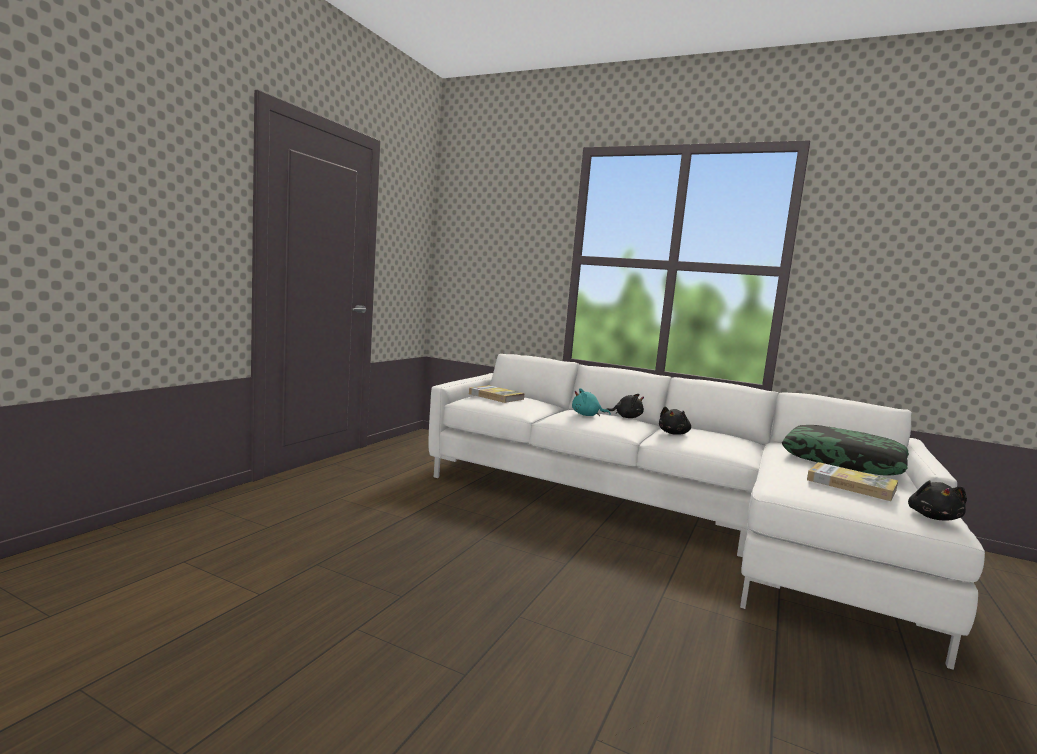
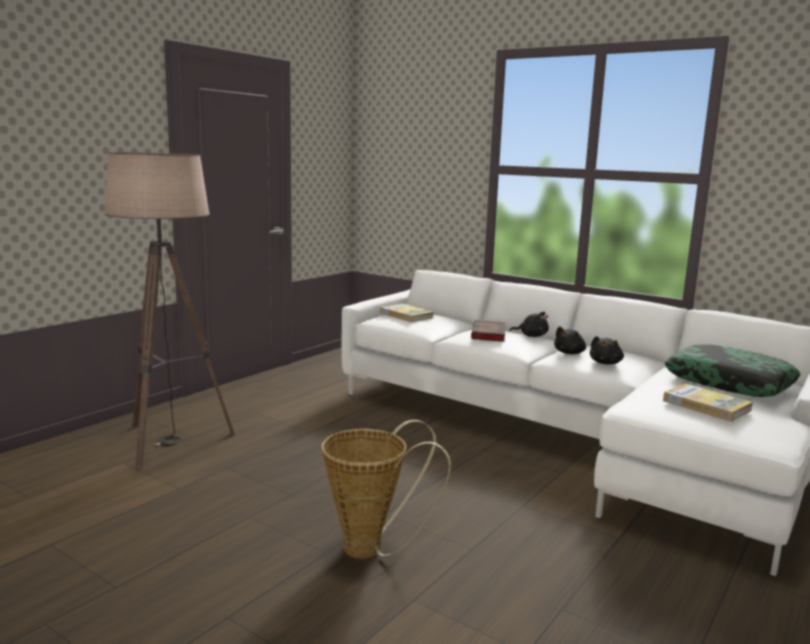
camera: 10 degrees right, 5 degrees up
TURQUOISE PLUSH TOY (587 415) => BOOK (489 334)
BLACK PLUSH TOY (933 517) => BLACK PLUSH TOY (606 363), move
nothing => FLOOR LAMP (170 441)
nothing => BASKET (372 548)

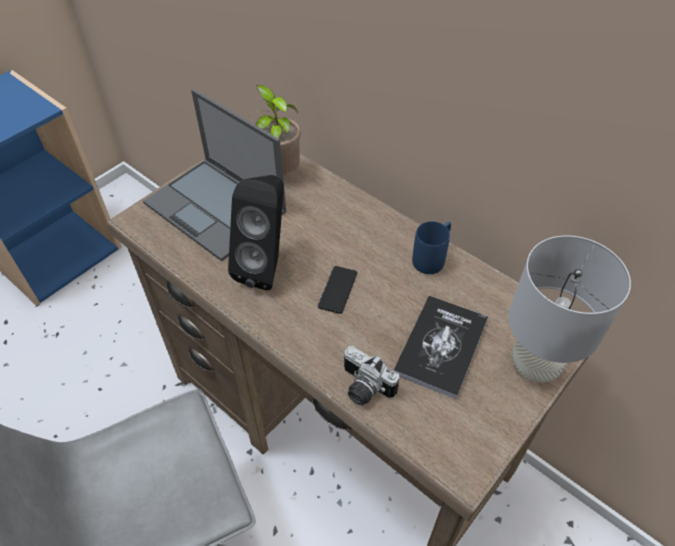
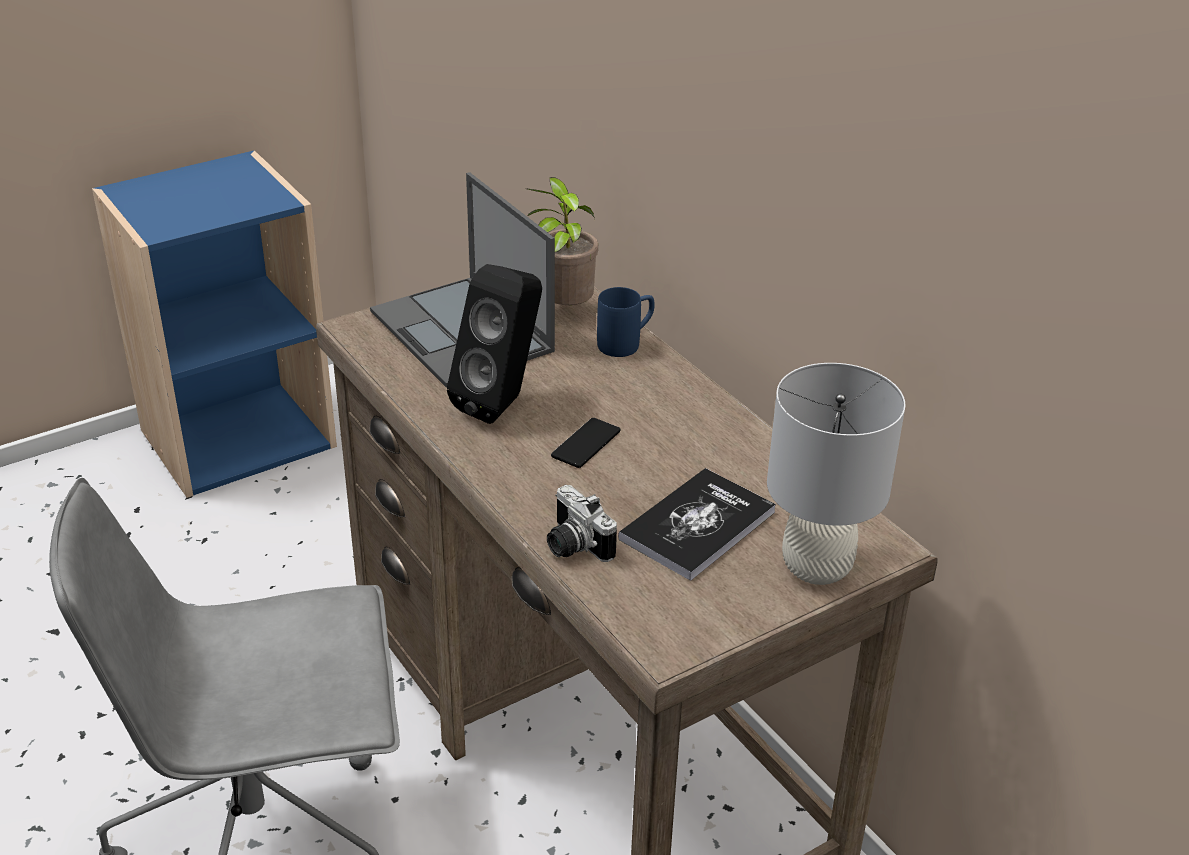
camera: 15 degrees right, 15 degrees down
BLUE MUG (432 257) => BLUE MUG (626 343), move

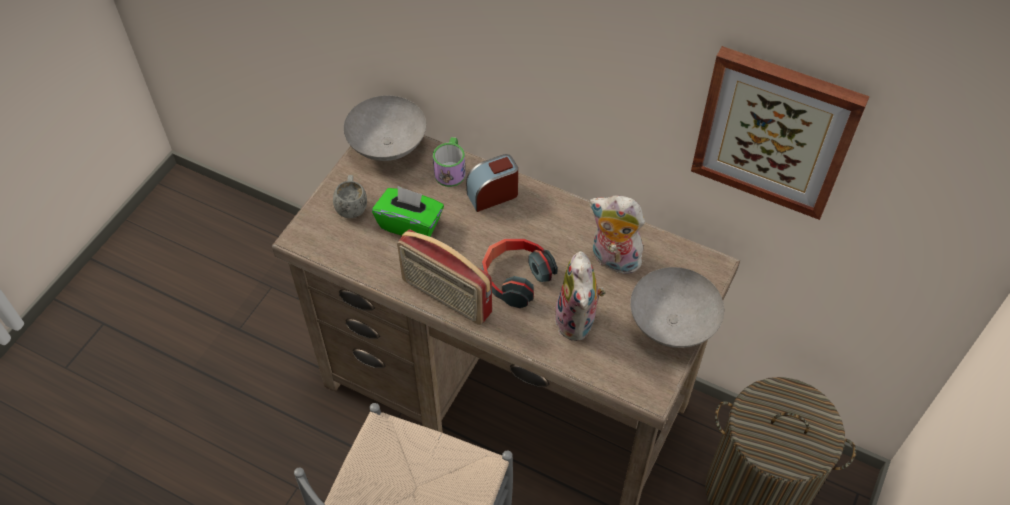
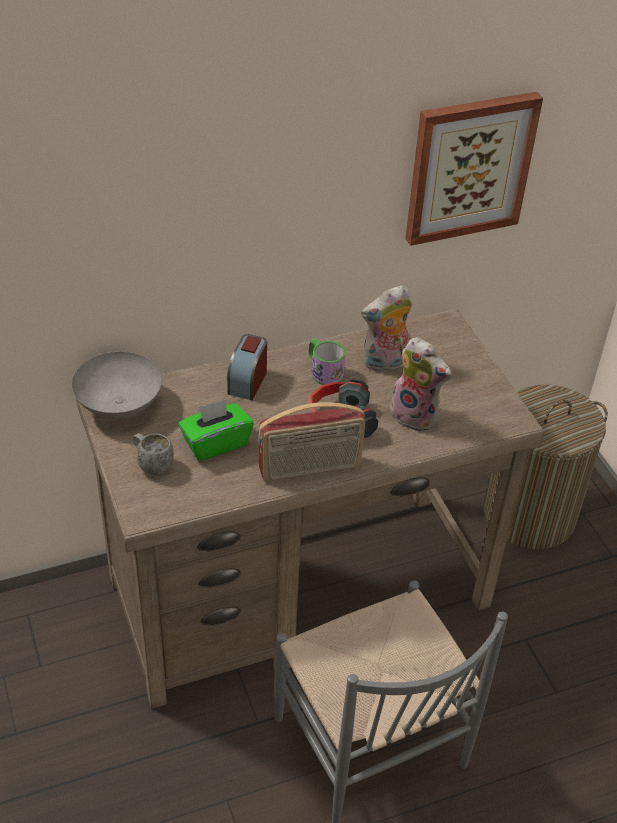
camera: 50 degrees left, 10 degrees down
MUG (451 169) => MUG (323 371), move
GREY BOWL (671 324) => nothing

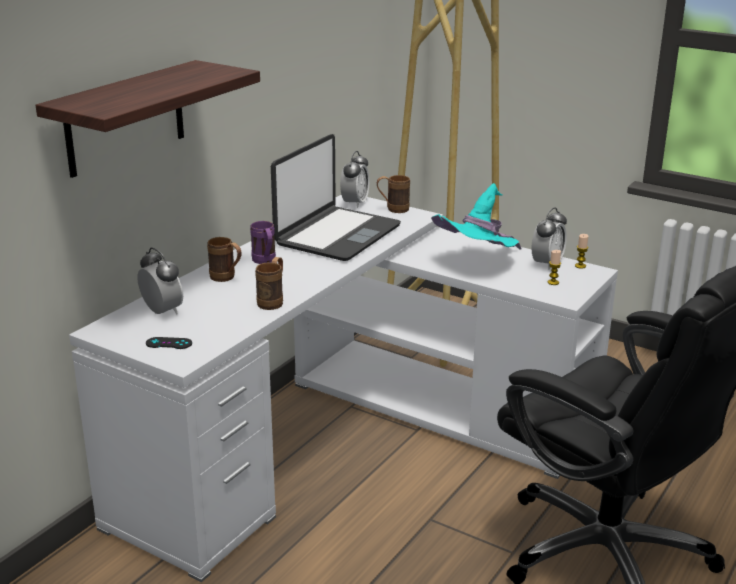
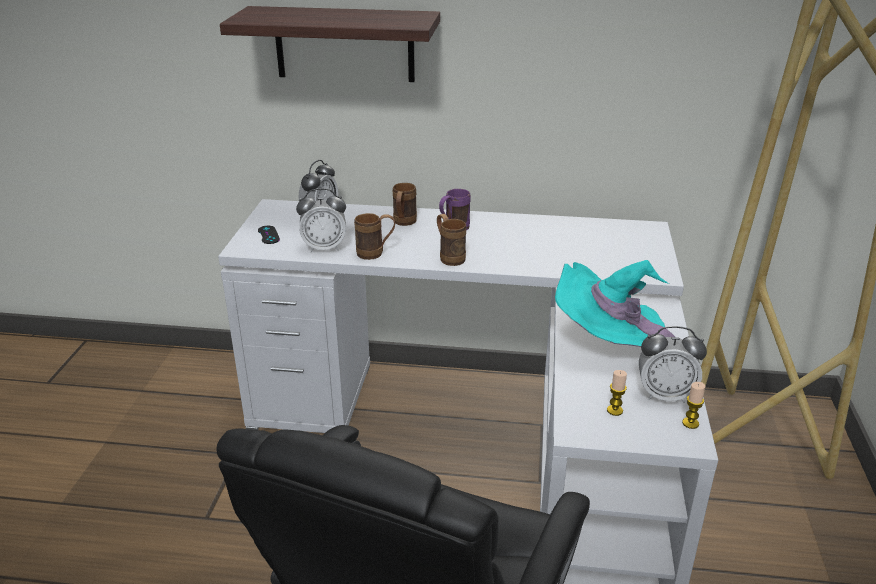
camera: 65 degrees right, 5 degrees up
LAPTOP (336 235) => nothing
ALARM CLOCK (355 203) => ALARM CLOCK (324 248), move
BROWN MUG (392 209) => BROWN MUG (449 257), move

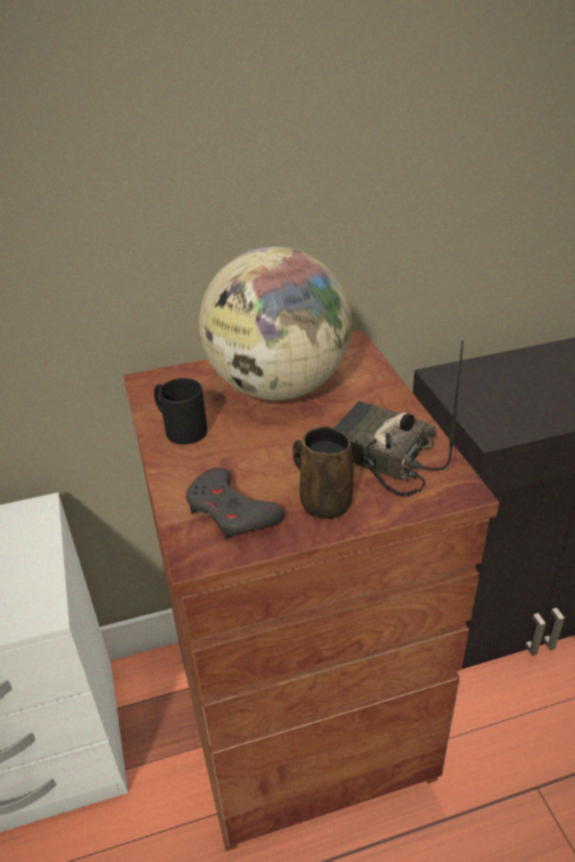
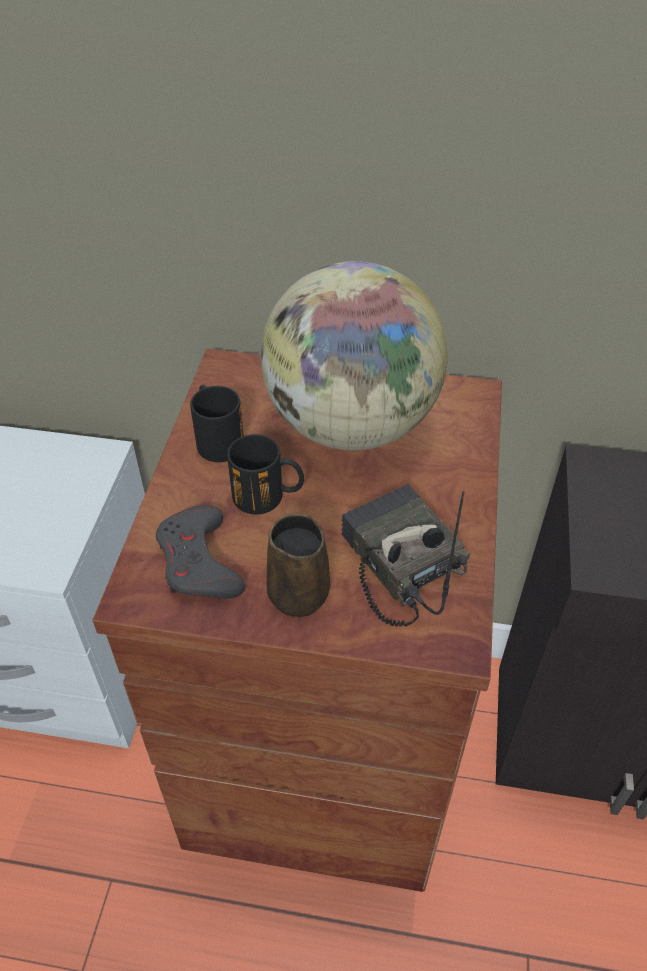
camera: 25 degrees right, 10 degrees up
nothing => BLACK MUG (268 496)

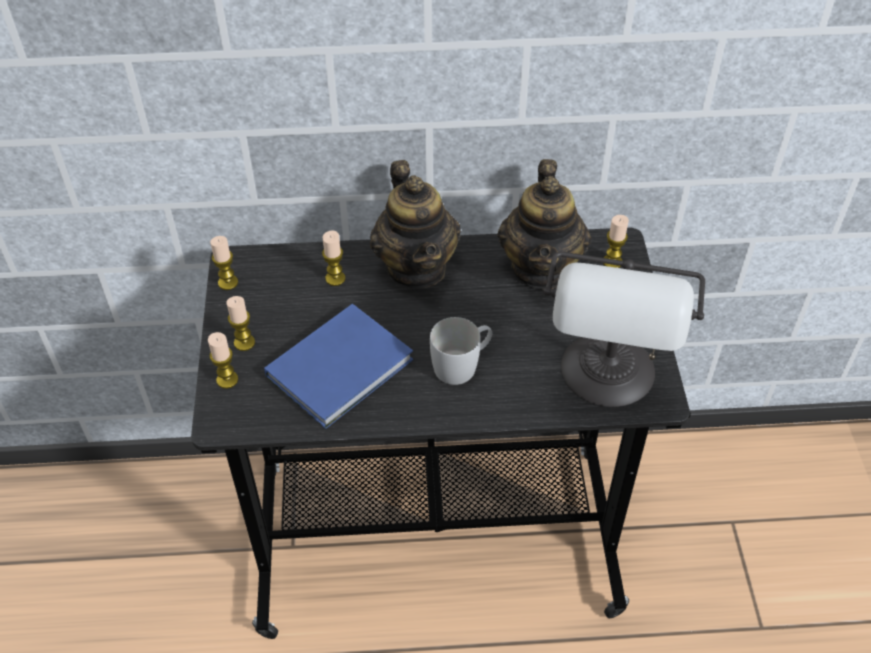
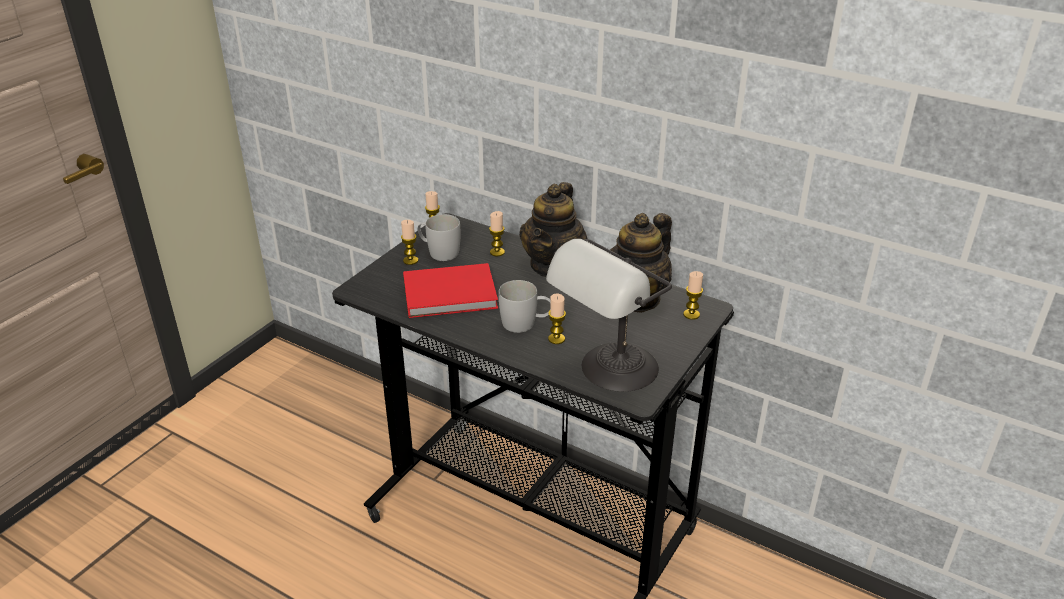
camera: 35 degrees right, 15 degrees down
CANDLE (227 380) => CANDLE (556 339), move
BLUE BOOK (344 367) => RED BOOK (452 295)
nothing => WHITE MUG (439 252)

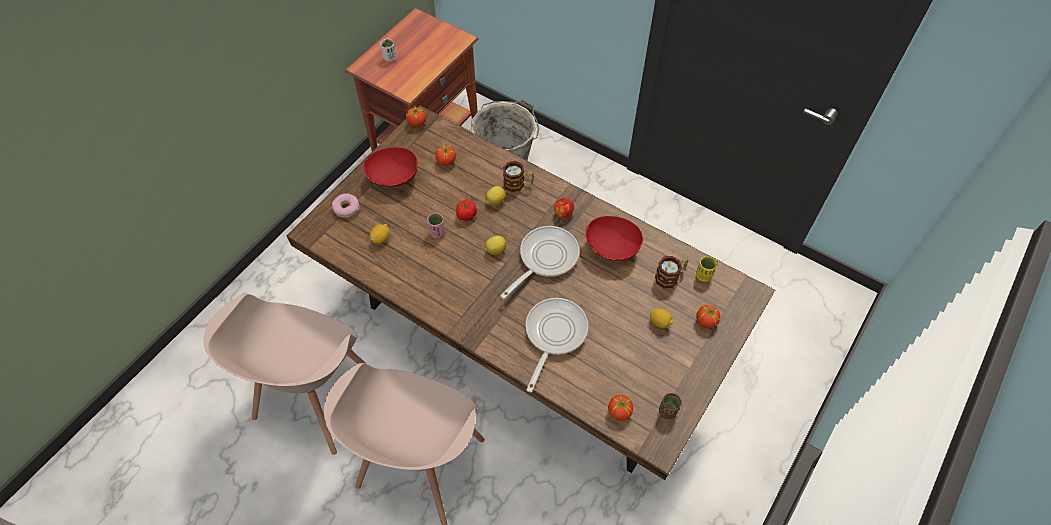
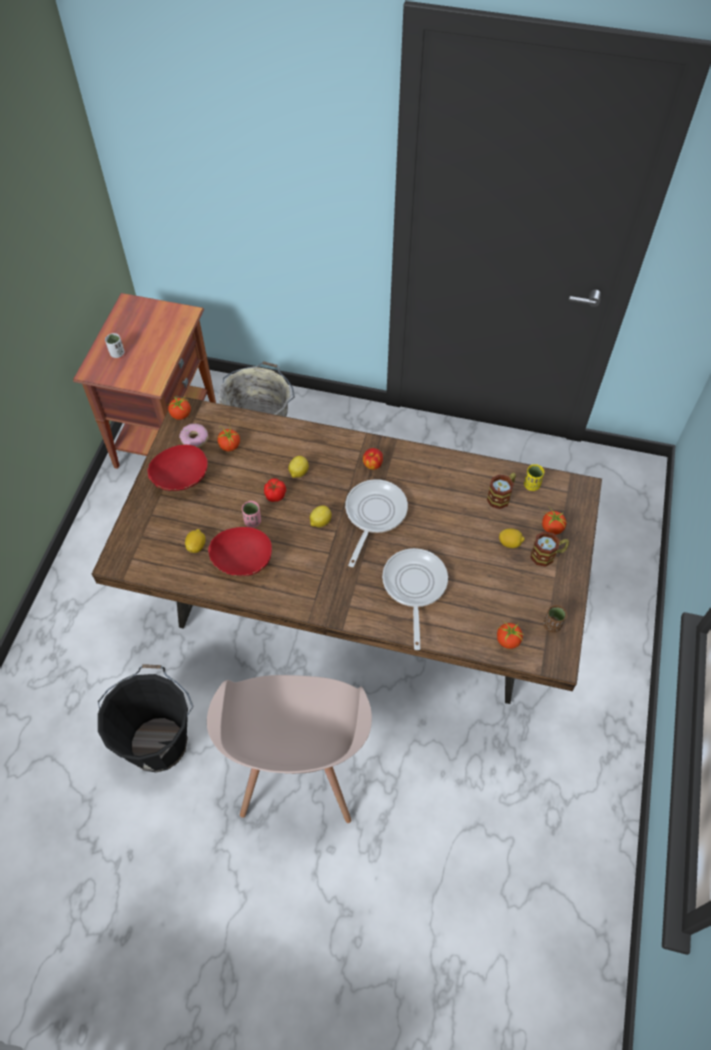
camera: 20 degrees left, 0 degrees up
BEIGE CHAIR (316 398) => BLACK BUCKET (159 741)
DONUT (346 208) => DONUT (194 439), move
MUG (518 184) => MUG (547 555), move
RED BOWL (611 248) => RED BOWL (242 562), move

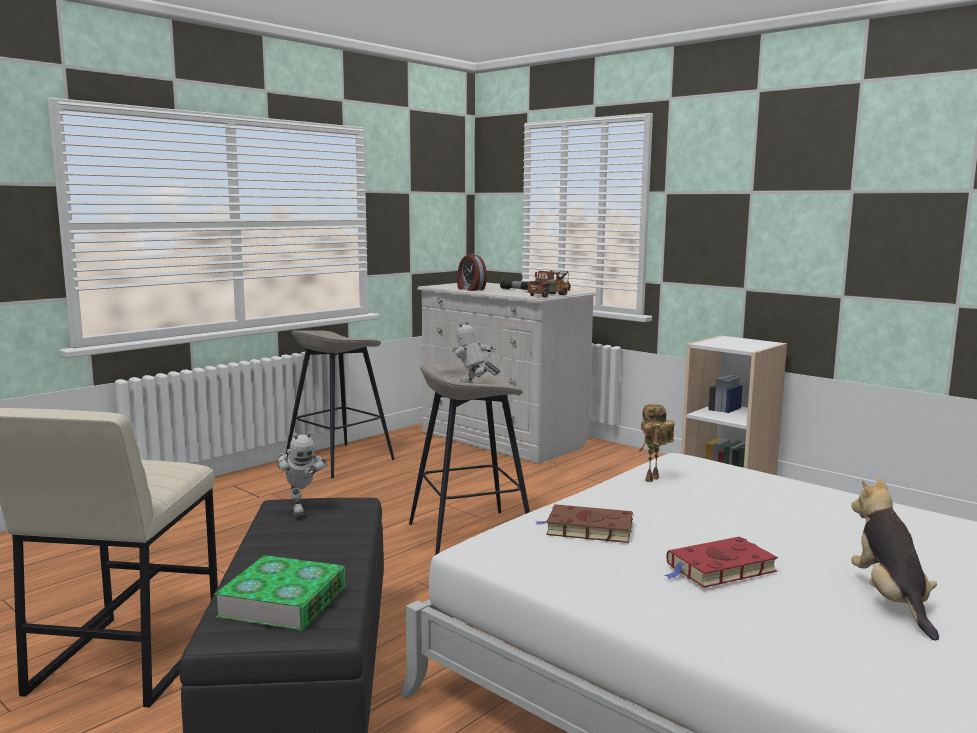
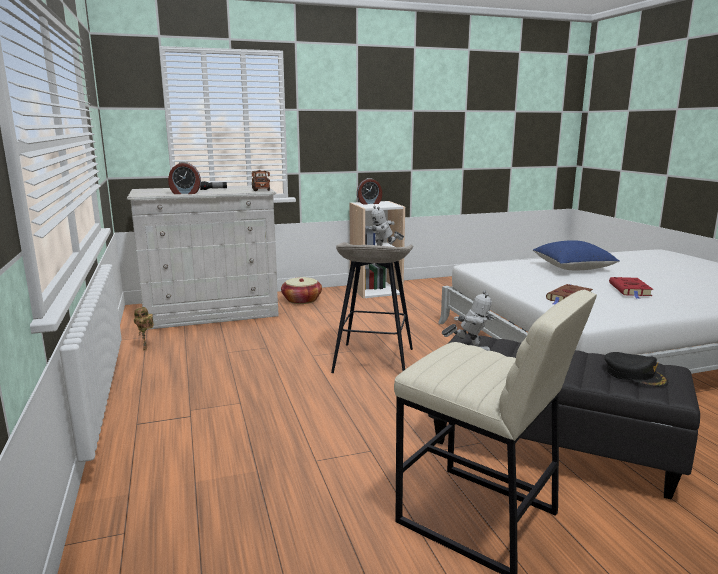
camera: 60 degrees left, 5 degrees up
BOOK (283 602) => BLACK CAP (634 375)
GREY STOOL (339 460) => nothing
TOY ROBOT (653 480) => TOY ROBOT (146 348), move
PLUSH TOY (890 600) => nothing
nothing => BASKET (301 300)
nothing => ALARM CLOCK (369 203)
nothing => BLUE PILLOW (572 268)

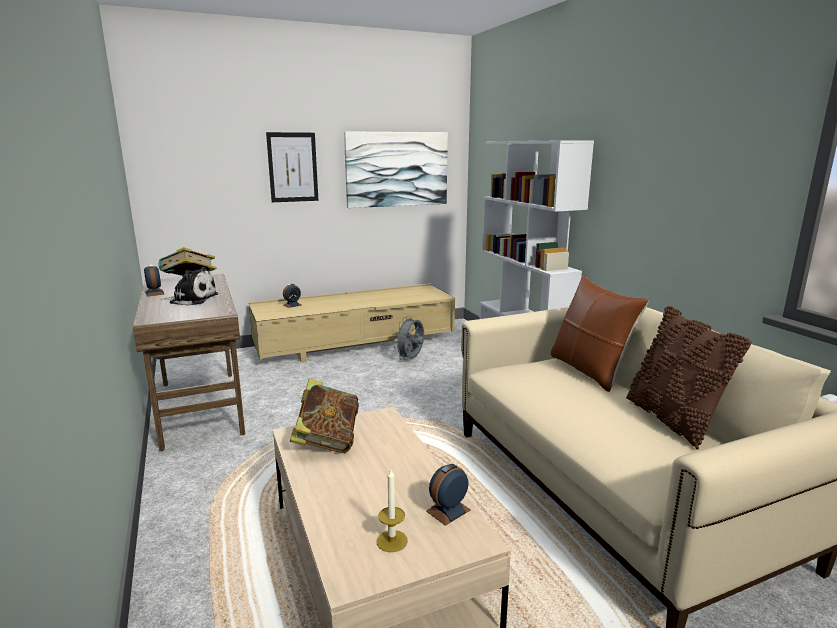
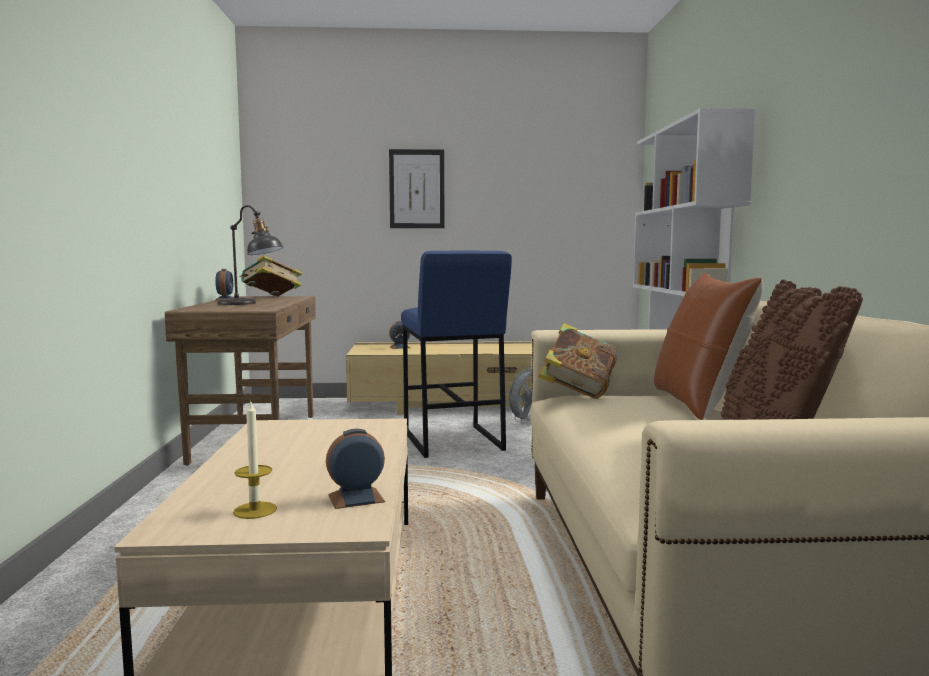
camera: 20 degrees right, 10 degrees down
PLUSH TOY (192 299) => GREY TABLE LAMP (251 303)
BOOK (327 441) => BOOK (578 392), move
PICTURE (397 169) => nothing
nothing => BLUE STOOL (453 441)

